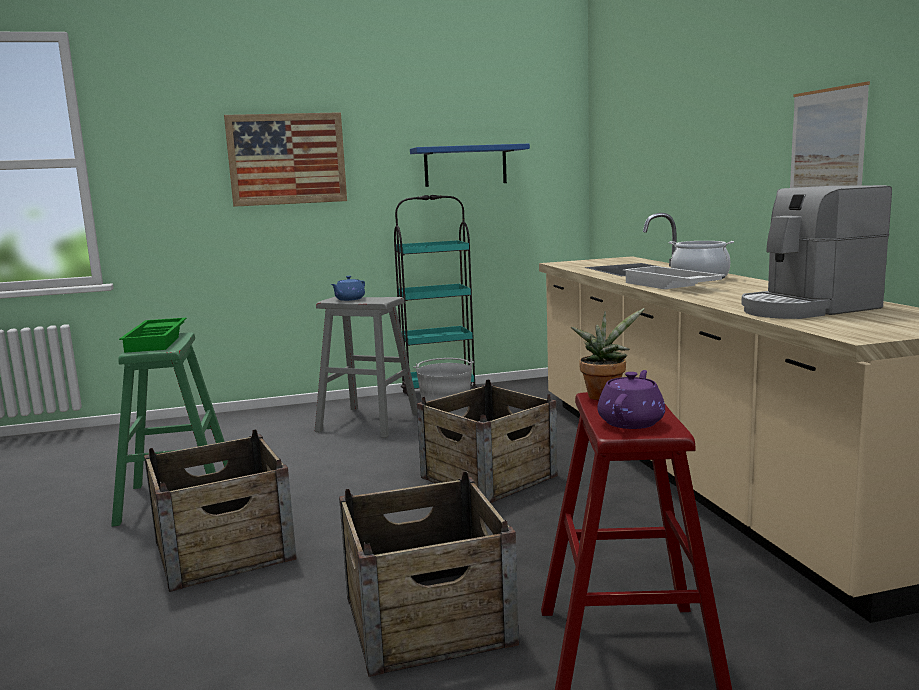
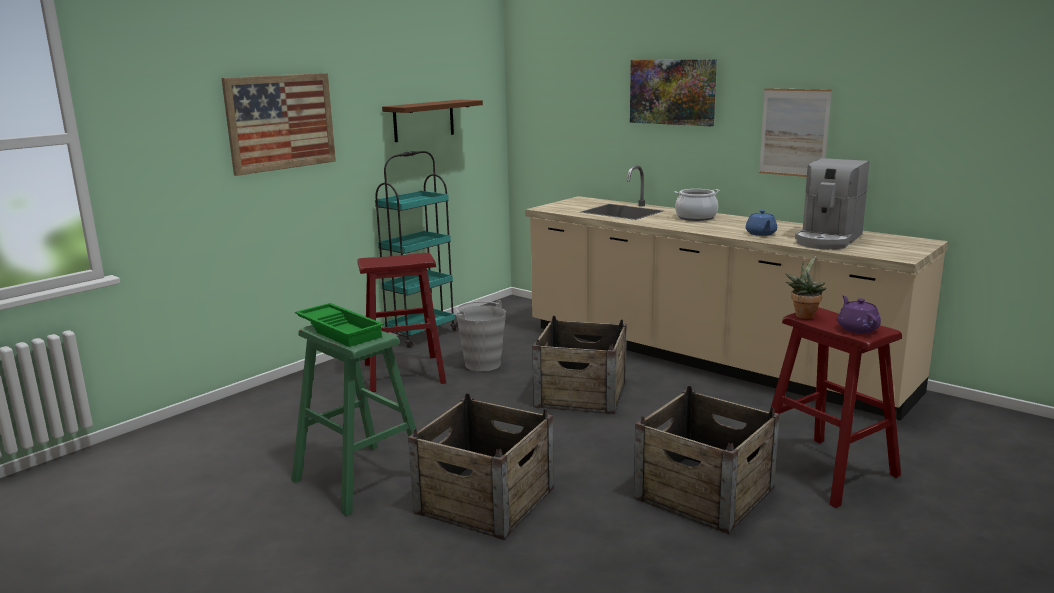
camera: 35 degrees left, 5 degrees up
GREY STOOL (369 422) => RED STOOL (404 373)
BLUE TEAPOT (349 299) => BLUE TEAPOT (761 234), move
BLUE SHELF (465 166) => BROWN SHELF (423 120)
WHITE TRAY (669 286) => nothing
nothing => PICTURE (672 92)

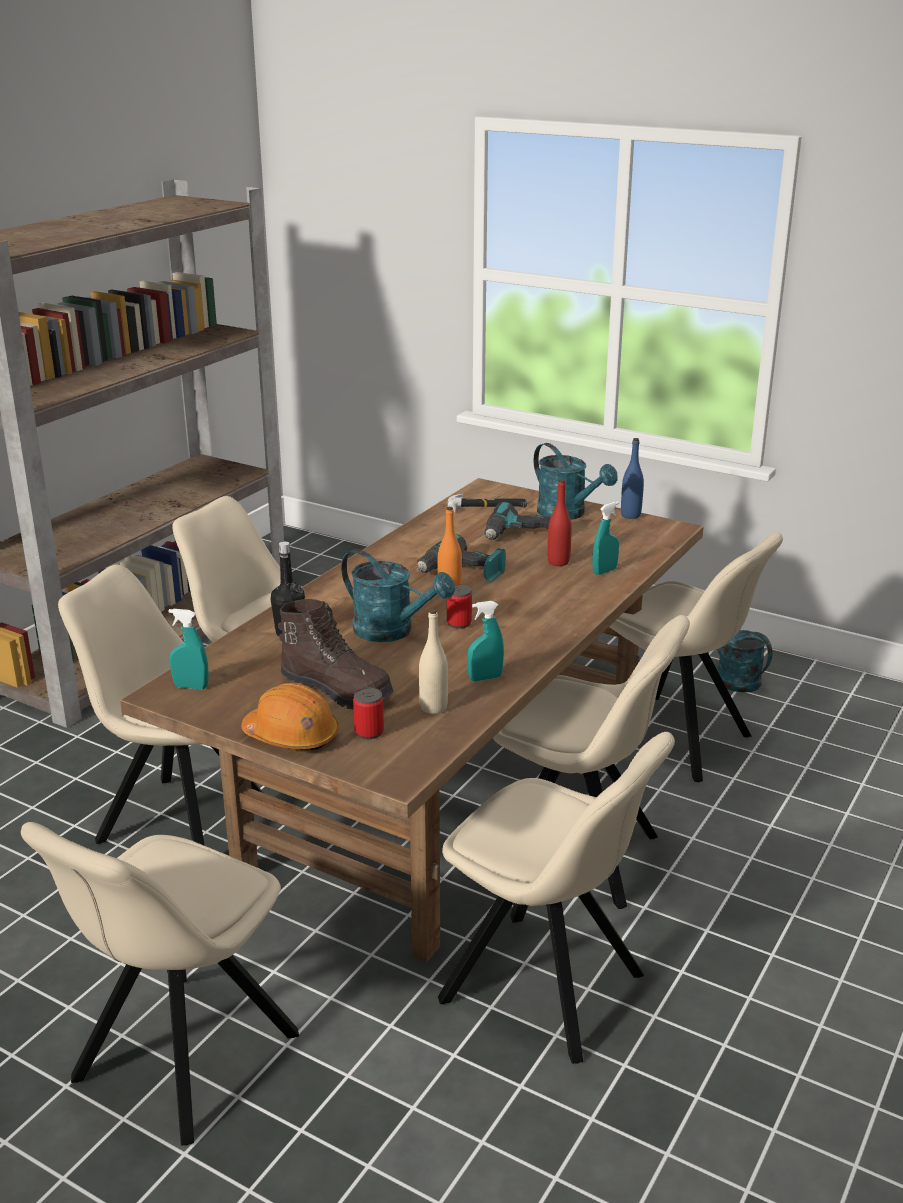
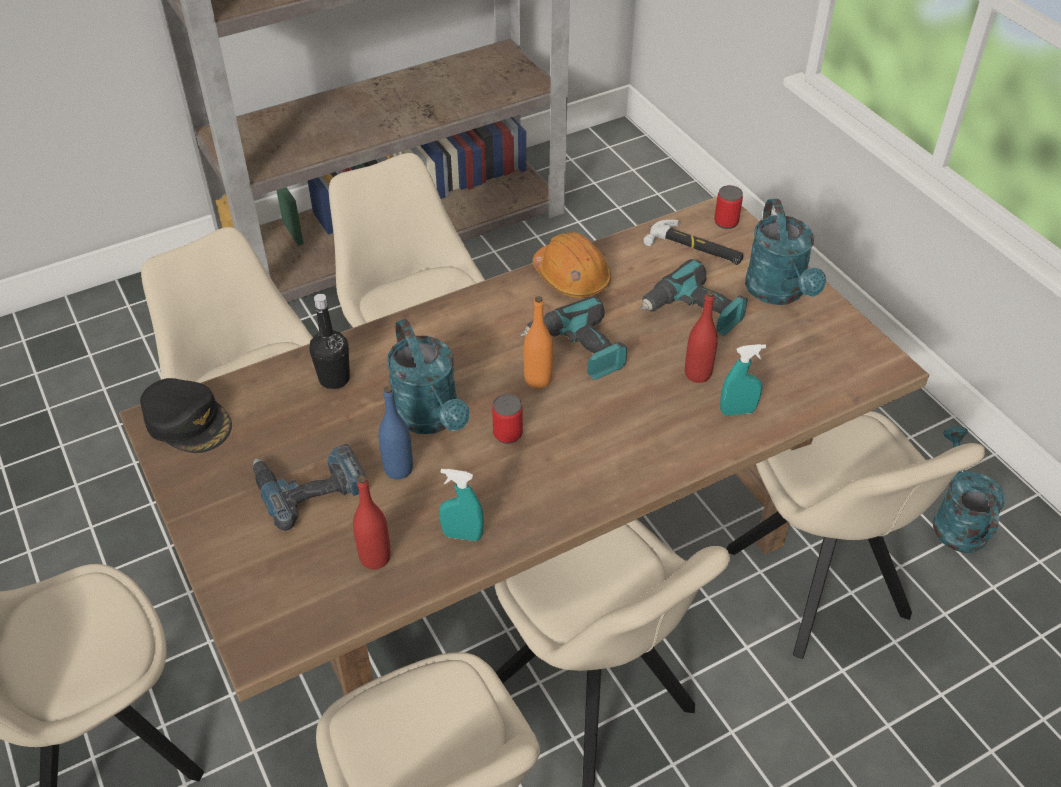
camera: 30 degrees right, 20 degrees up
TURQUOISE SPRAY BOTTLE (191 687) => BLACK CAP (188 421)
ORANGE HARD HAT (292 736) => ORANGE HARD HAT (571 277), move
BROWN BOOT (338 689) => POWER DRILL (310 486)
CAN (369 732) => CAN (726 222), move
BEIGE BOTTLE (433 707) => RED BOTTLE (375 558)
BLUE BOTTLE (630 515) => BLUE BOTTLE (398 469), move

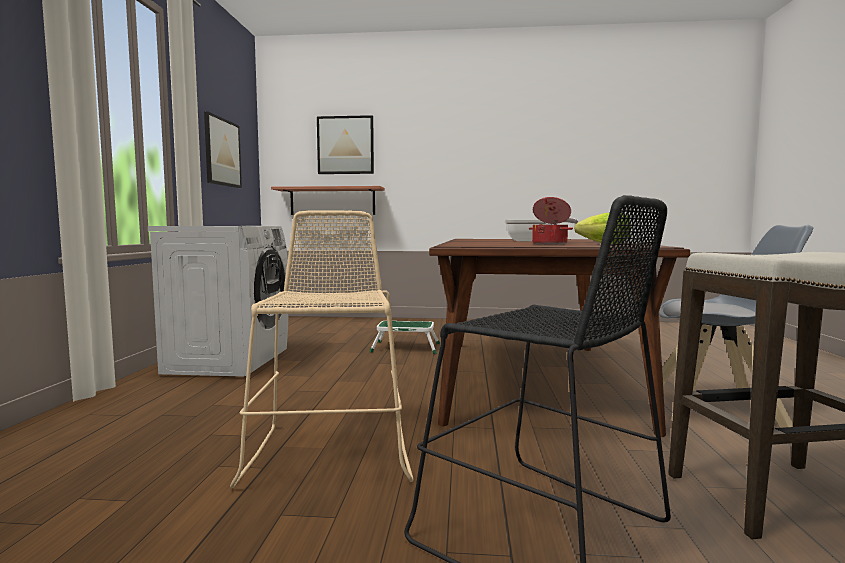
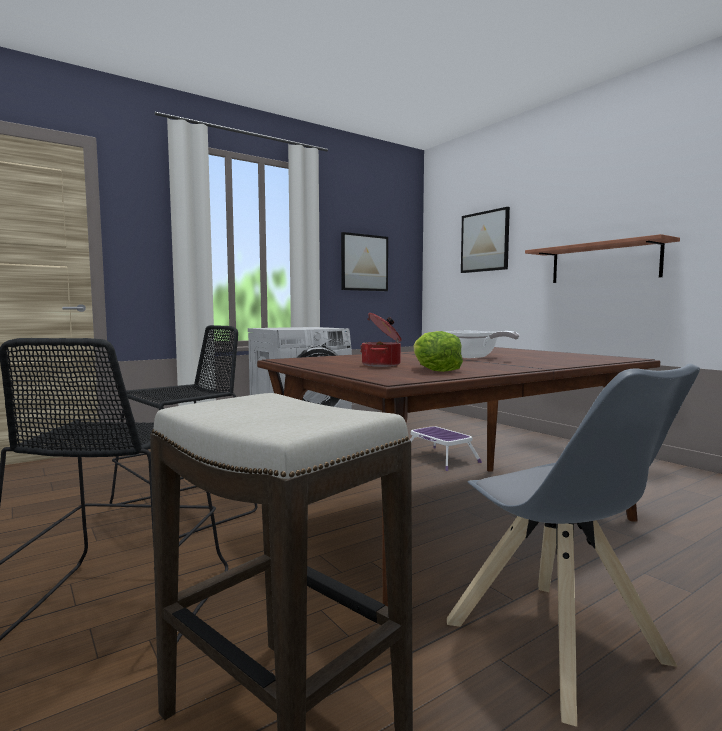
camera: 50 degrees right, 0 degrees up
BEIGE STOOL (331 454) => BLACK STOOL (182 511)
SHELF (332 201) => SHELF (604 263), move
GREEN STEP LADDER (405 348) => PURPLE STEP LADDER (439 458)

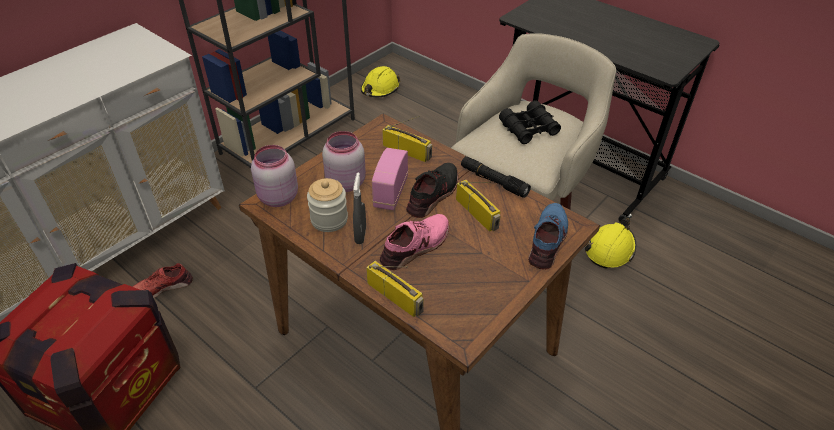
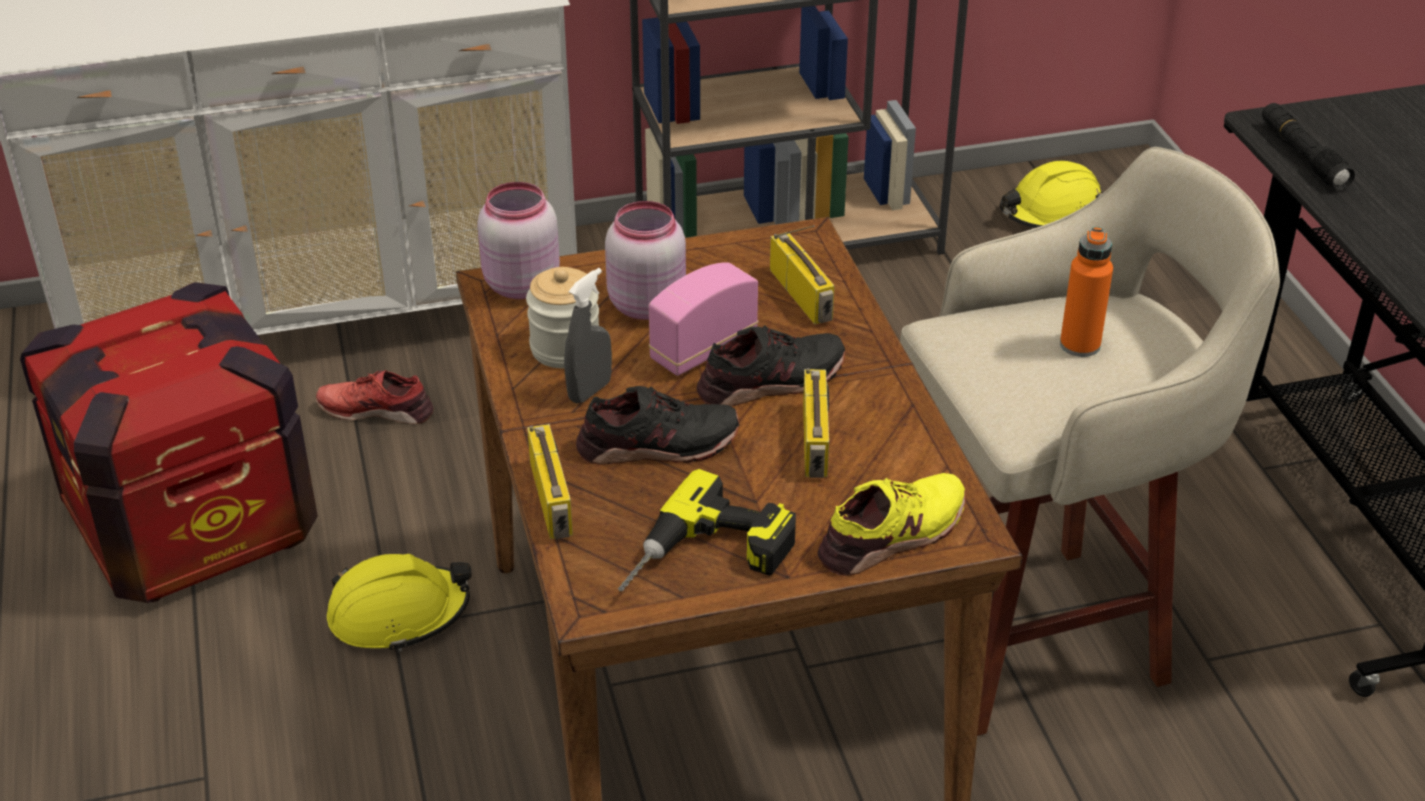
camera: 35 degrees right, 5 degrees down
PINK SHOE (416 247) => BLACK SHOE (658 446)
BLACK FLASHLIGHT (493 181) => BLACK FLASHLIGHT (1302 156), move
BLACK BINOCULARS (529 129) => ORANGE BOTTLE (1080 345)
BLUE SHOE (548 241) => YELLOW SHOE (893 536)
YELLOW HARD HAT (609 249) => YELLOW HARD HAT (399 614), move
nothing => POWER DRILL (708 561)

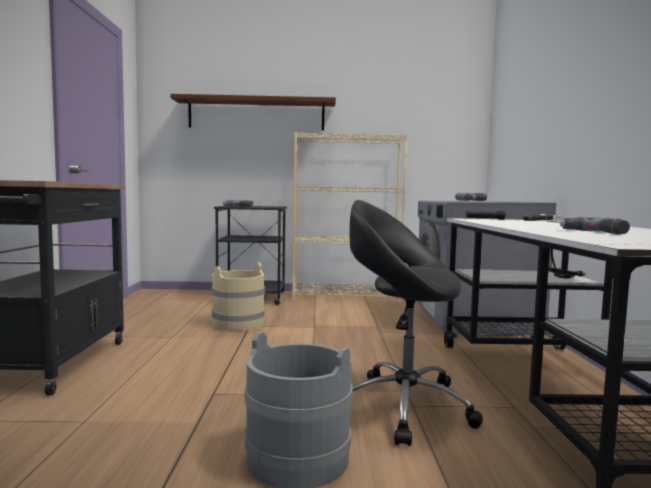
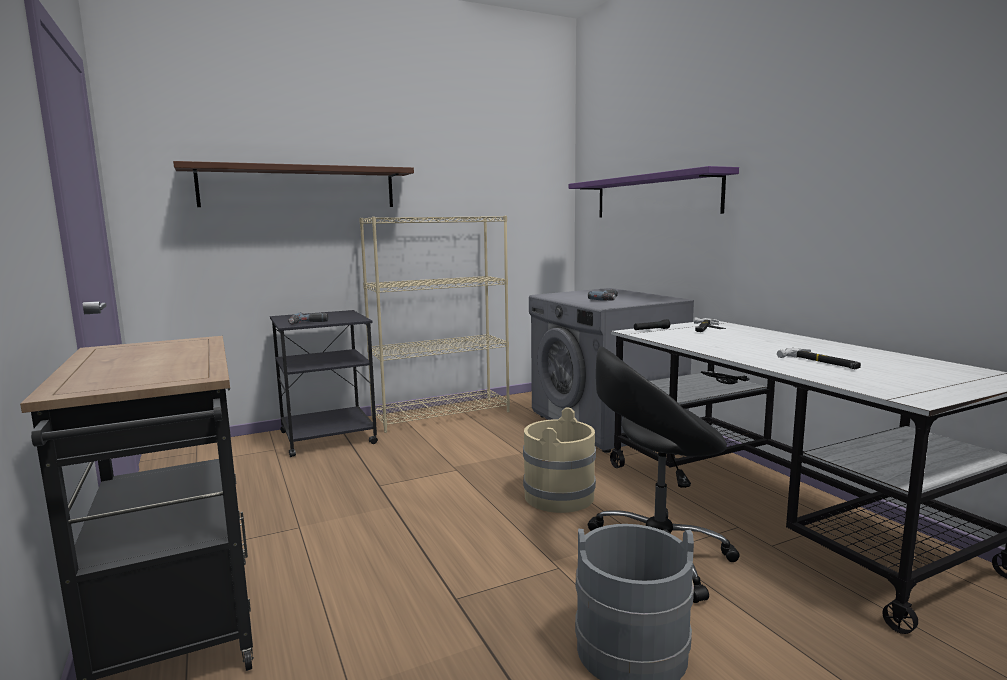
camera: 25 degrees left, 5 degrees up
BEIGE BUCKET (238 323) => BEIGE BUCKET (559 496), move
POWER DRILL (595 232) => HAMMER (820 362)
nothing => PURPLE SHELF (654 196)

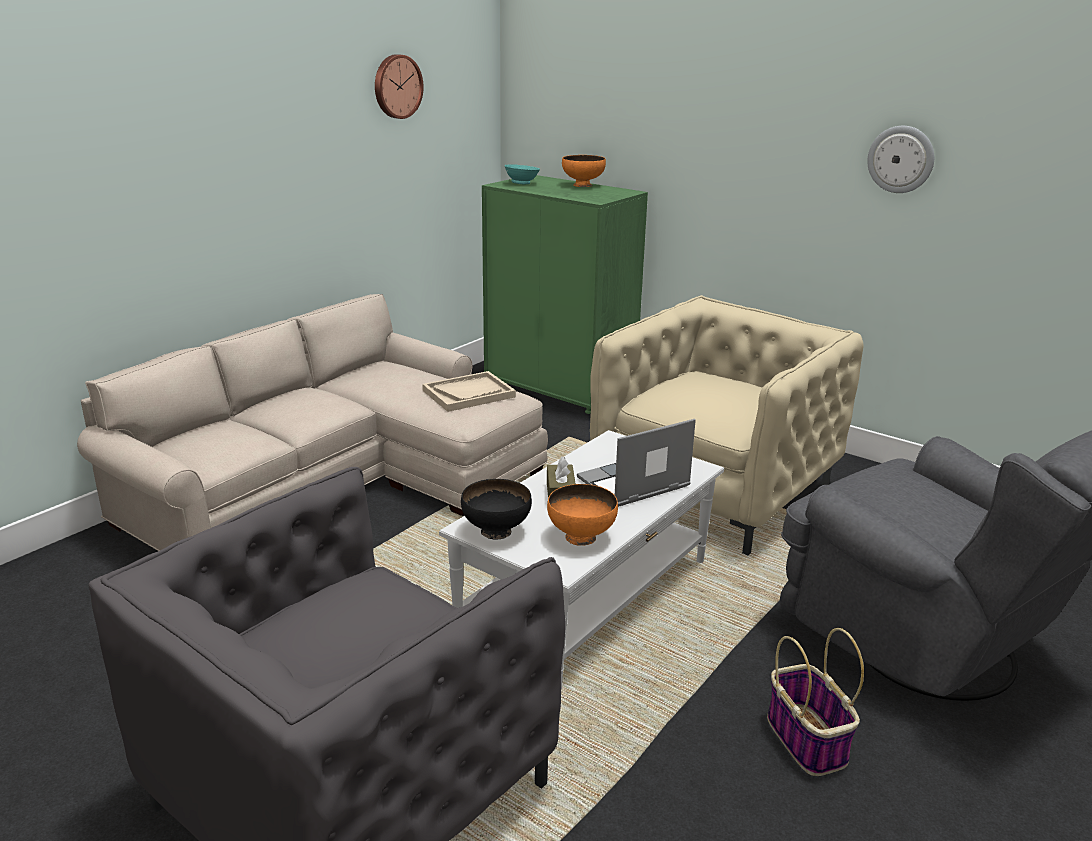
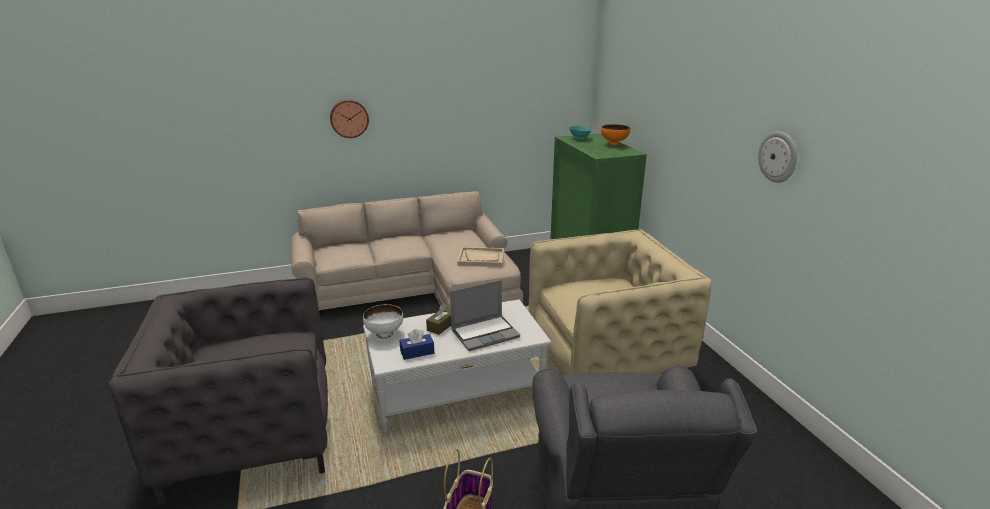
camera: 35 degrees right, 0 degrees up
WALL CLOCK (396 86) => WALL CLOCK (349 118), move
BLACK BOWL (496 532) => WHITE BOWL (384 334)
ORANGE BOWL (581 538) => BLUE TISSUE BOX (417 352)
LAPTOP (633 484) => LAPTOP (485 333), 150 degrees clockwise

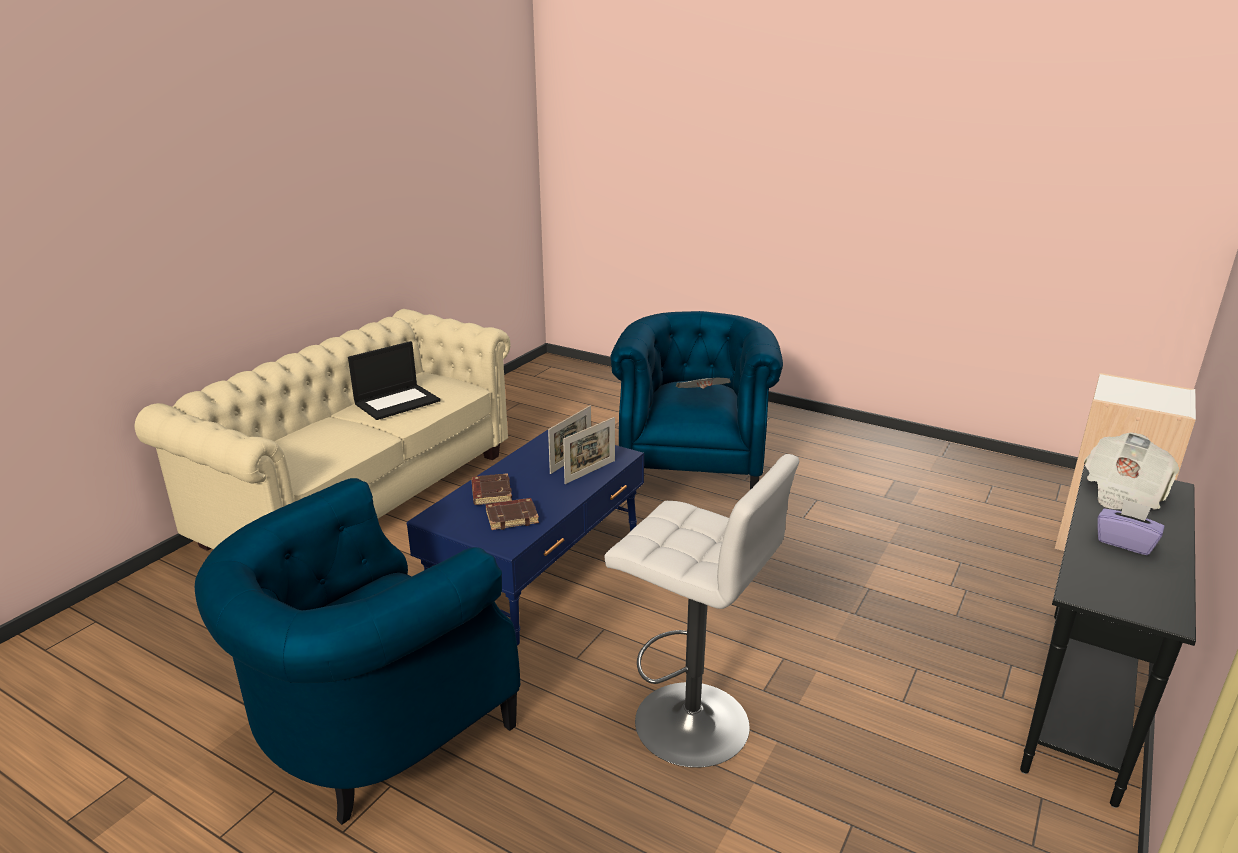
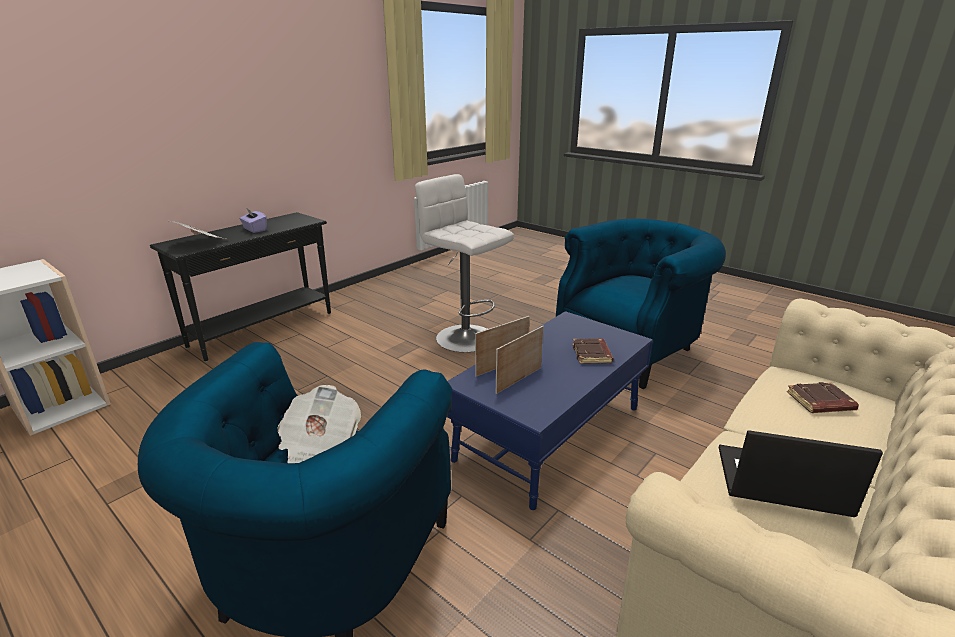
camera: 170 degrees left, 0 degrees up
LAPTOP (397 402) => LAPTOP (780 482), 45 degrees clockwise
BROWN BOOK (512 517) => BROWN BOOK (820 402), move

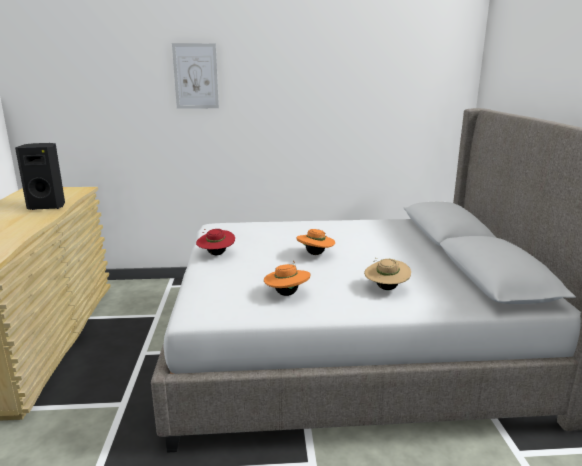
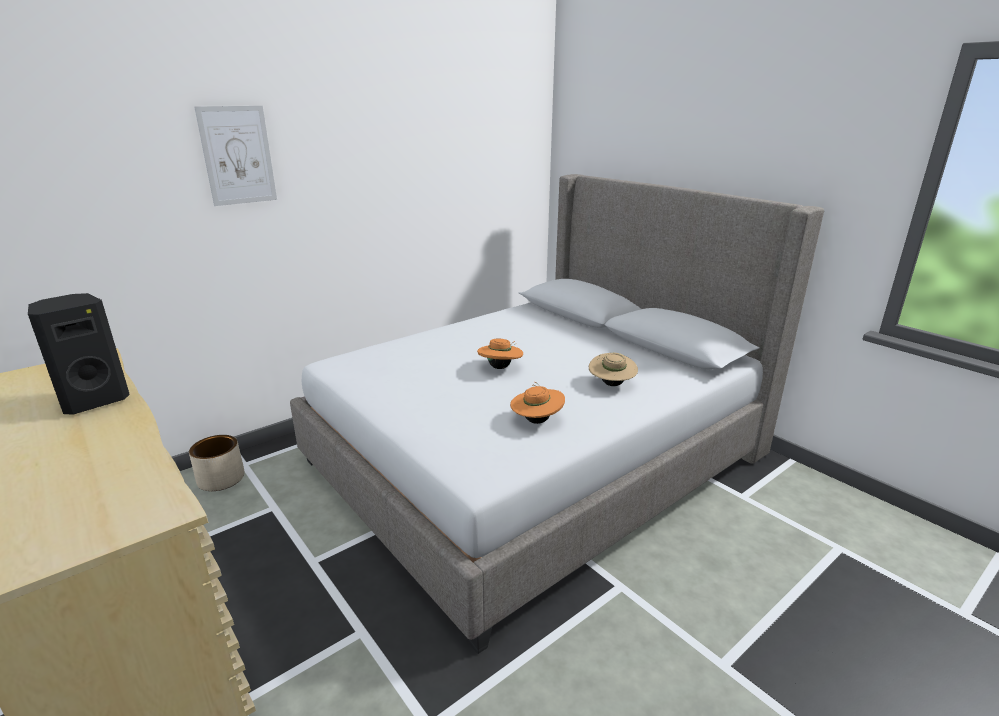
camera: 35 degrees left, 5 degrees up
RED HAT (216 254) => nothing
nothing => BEIGE PLANTER (221 479)

